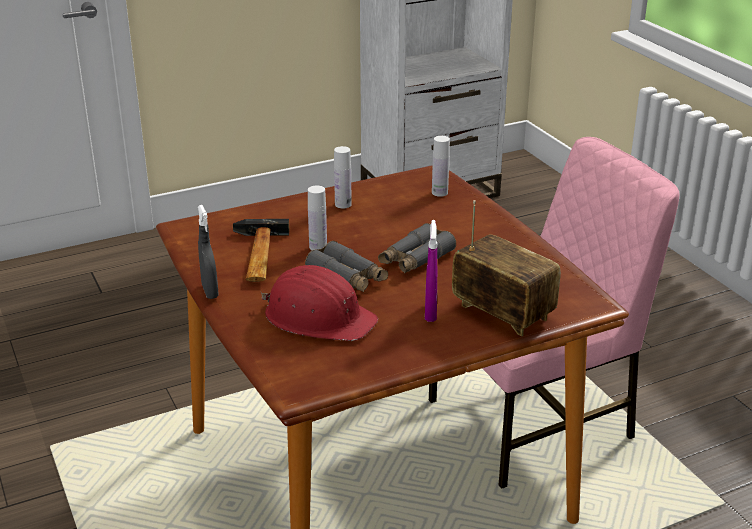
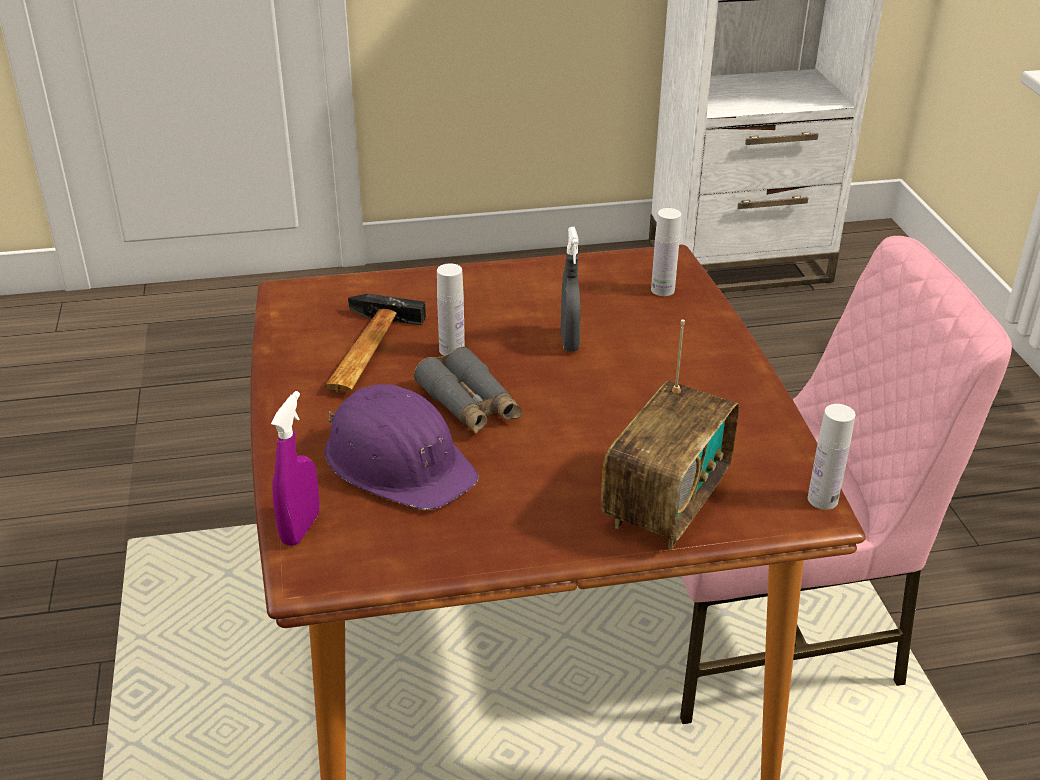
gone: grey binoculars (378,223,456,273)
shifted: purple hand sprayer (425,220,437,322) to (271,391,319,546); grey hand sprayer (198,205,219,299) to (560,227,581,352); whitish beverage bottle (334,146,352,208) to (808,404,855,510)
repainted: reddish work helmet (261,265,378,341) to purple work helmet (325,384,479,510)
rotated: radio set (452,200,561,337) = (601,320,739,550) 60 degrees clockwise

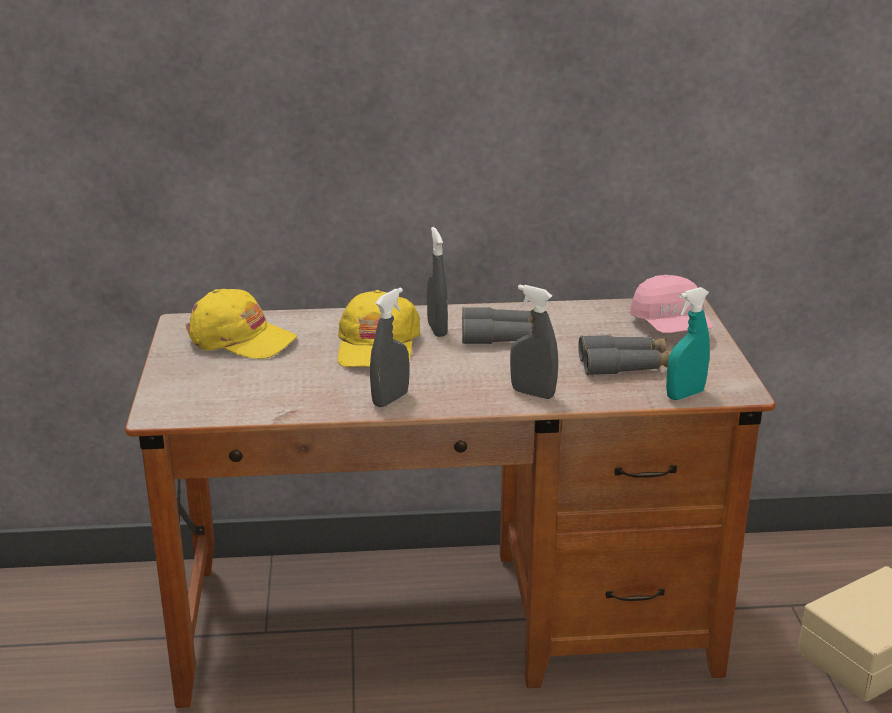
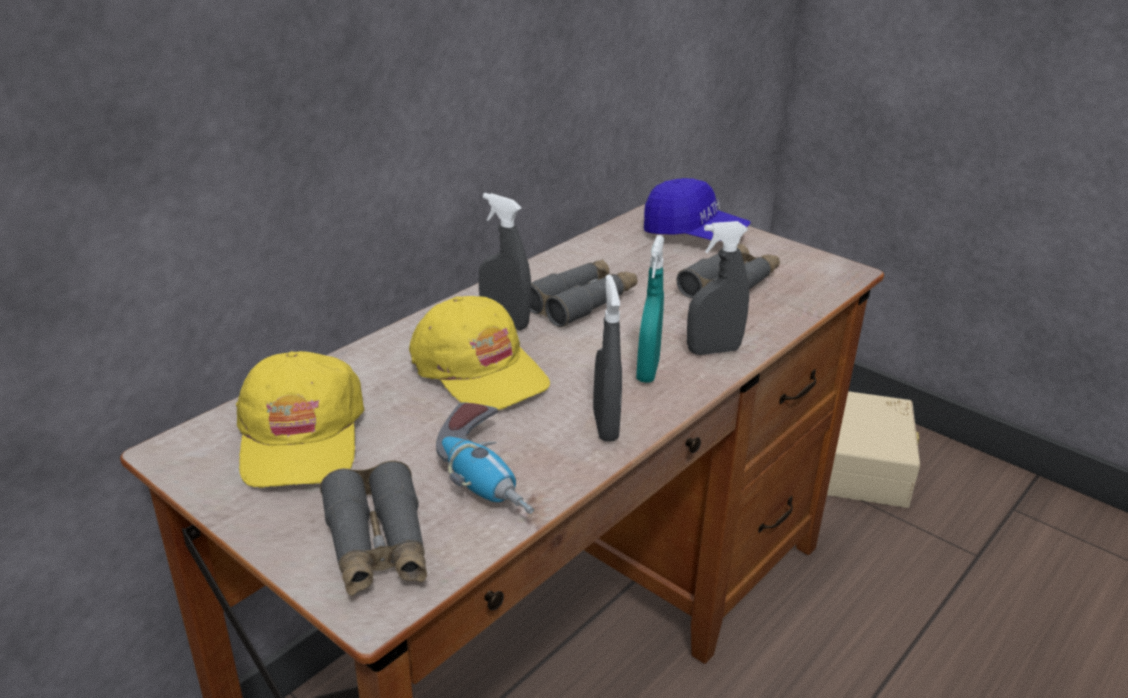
new: grey binoculars (320,461,427,596); power drill (436,402,534,514)
shifted: turquoise hand sprayer (666,287,710,400) to (636,235,664,383)
repainted: pink-coloured cap (630,275,713,333) to bluish cap (644,178,750,241)
rotated: yellowish cap (185,289,297,359) = (236,351,364,488) 105 degrees clockwise

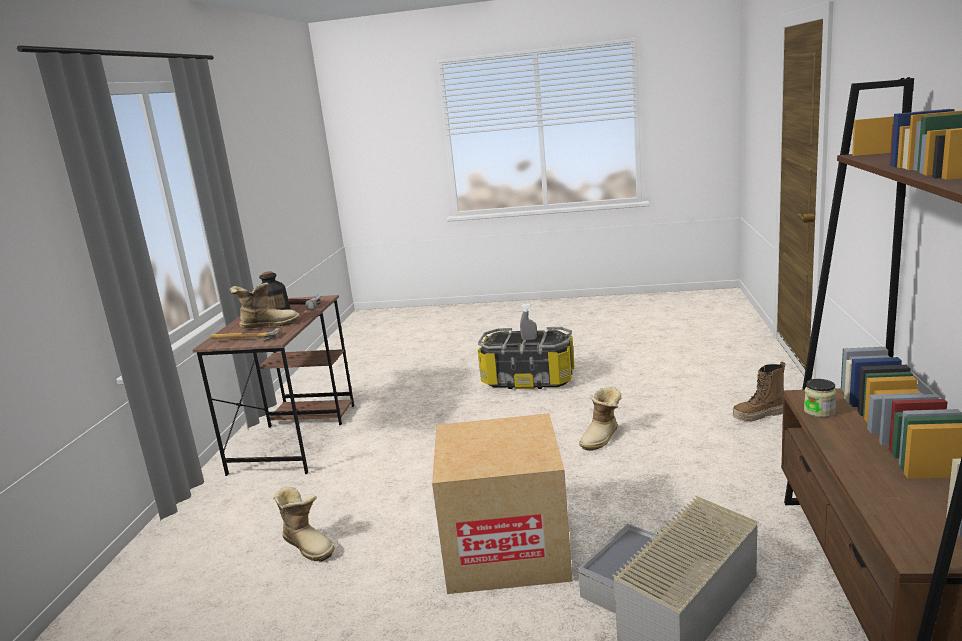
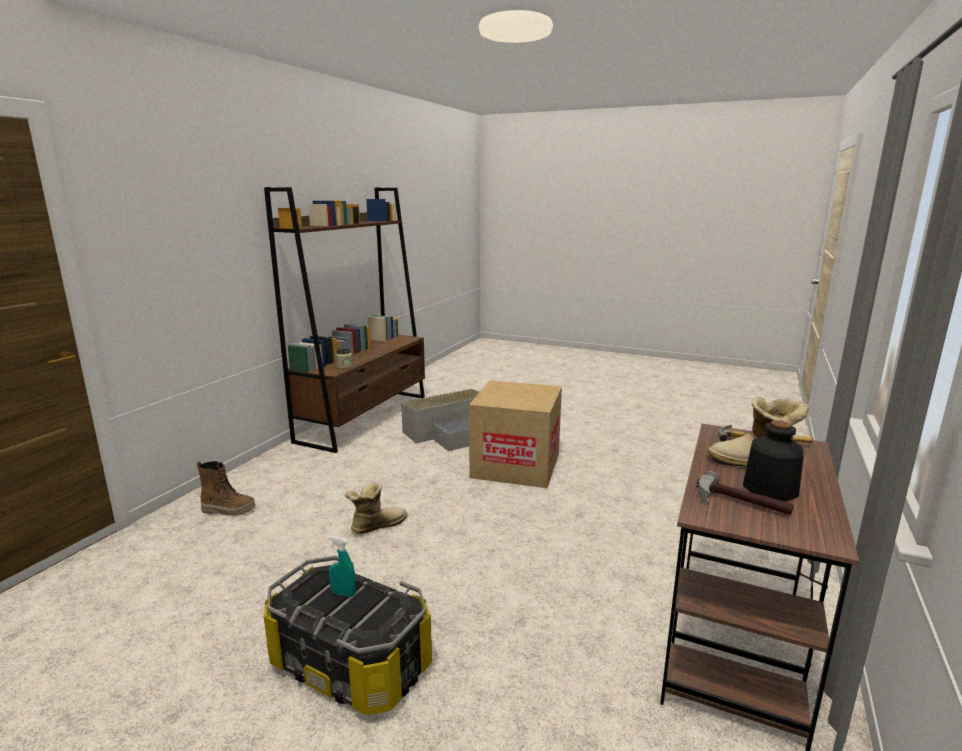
gone: tall boot (273,487,335,562)
repainted: grey hand sprayer (520,303,537,340) to turquoise hand sprayer (329,536,356,597)

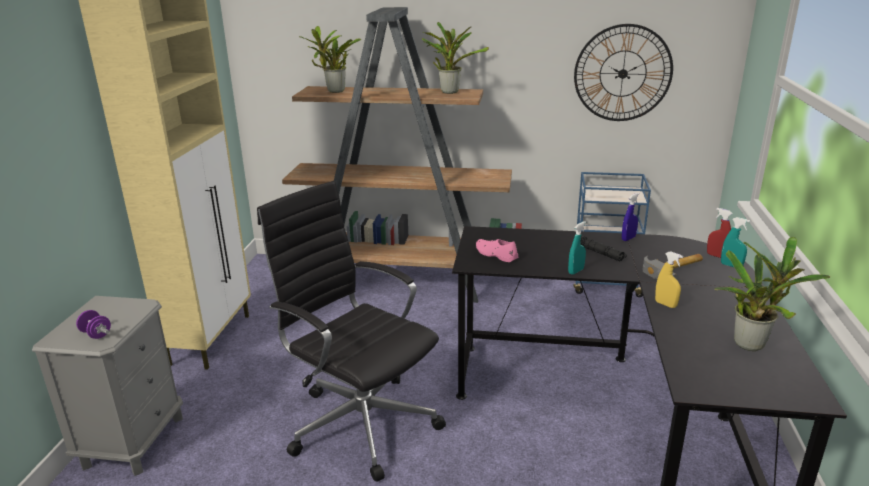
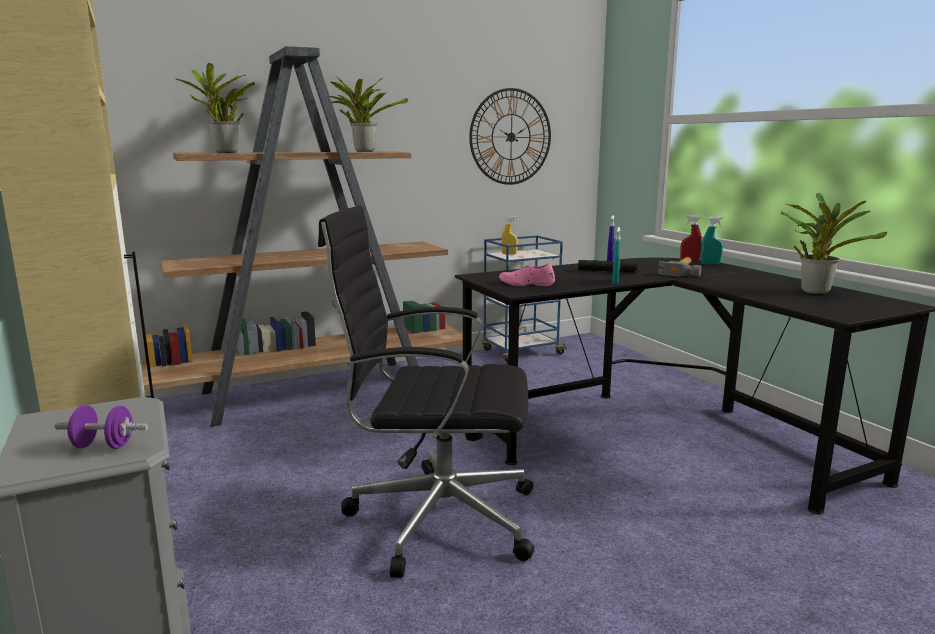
shifted: yellowish hand sprayer (655,251,683,308) to (501,216,518,255)

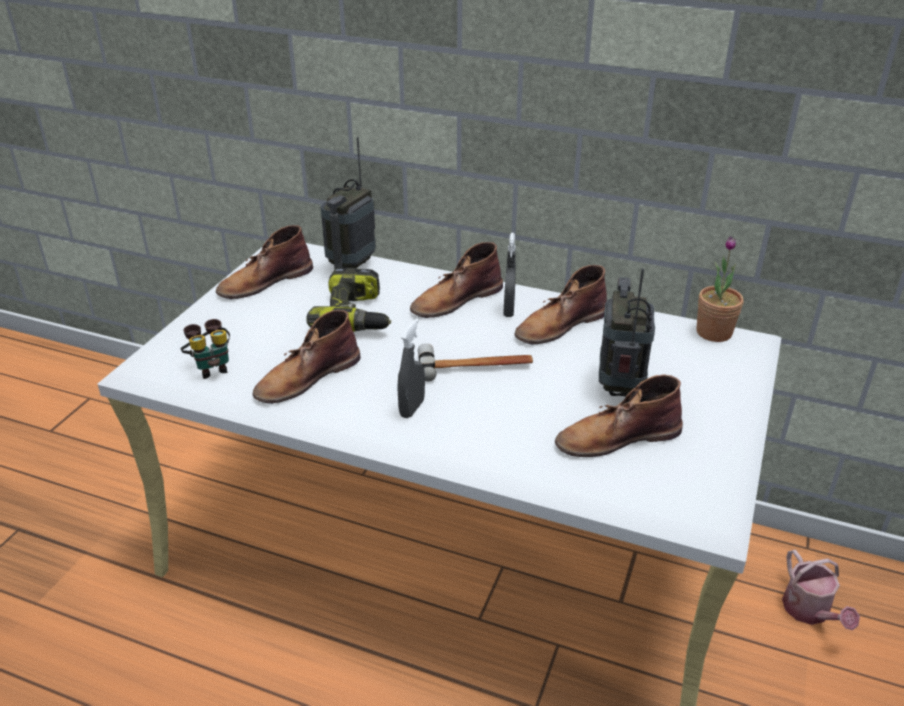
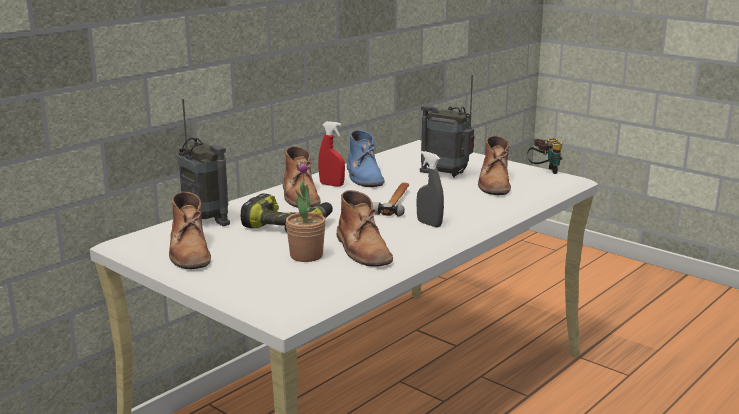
gone: sprinkling can (782,550,860,630)
shifted: houseplant (696,236,744,342) to (286,161,326,262); binoculars (180,319,230,379) to (527,138,563,174)
repainted: grey hand sprayer (503,233,516,317) to reddish hand sprayer (318,121,345,187); brown-coloured tall boot (514,265,607,345) to bluish tall boot (347,130,384,187)

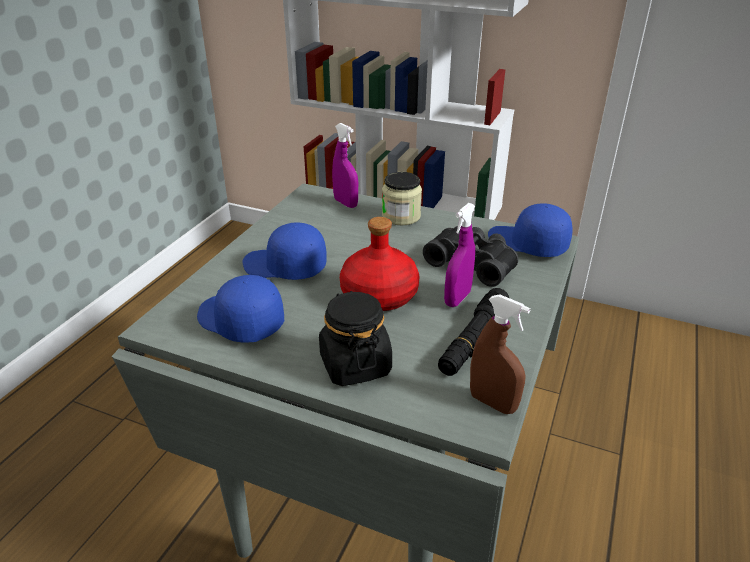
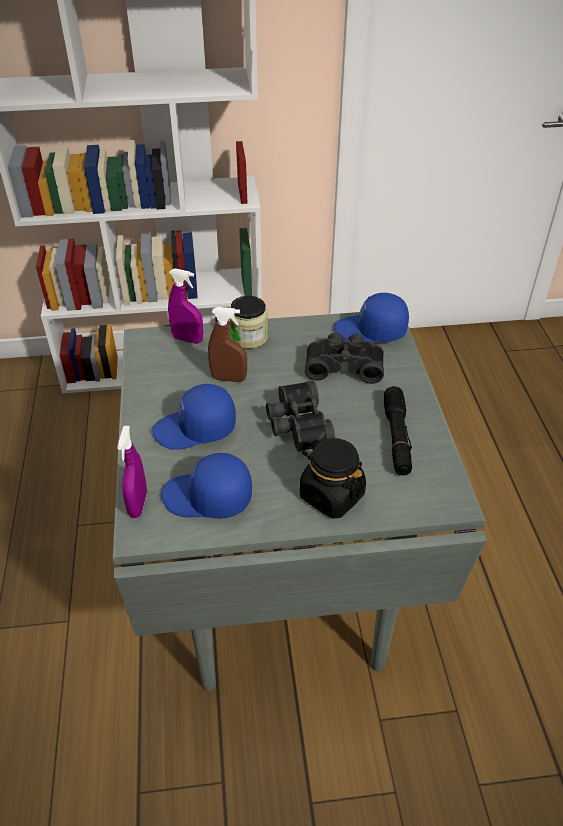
shifted: purple hand sprayer (444,203,475,307) to (117,426,147,518); brown-coloured hand sprayer (470,295,531,414) to (208,307,247,382)
swapped: reddish beverage bottle (340,217,420,311) to black binoculars (266,381,335,452)

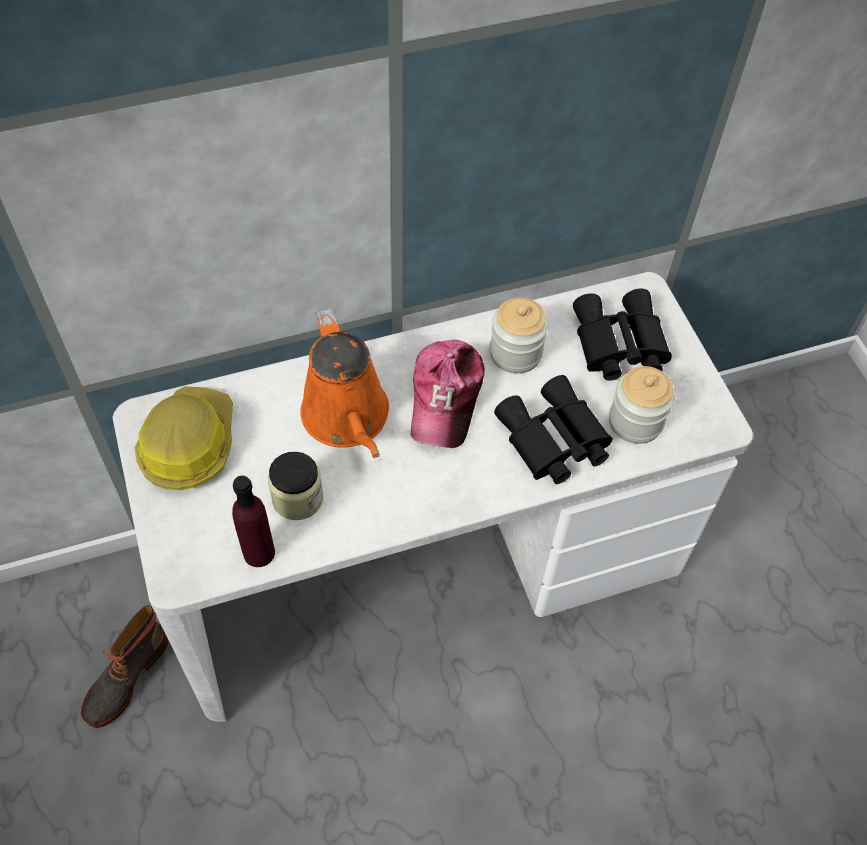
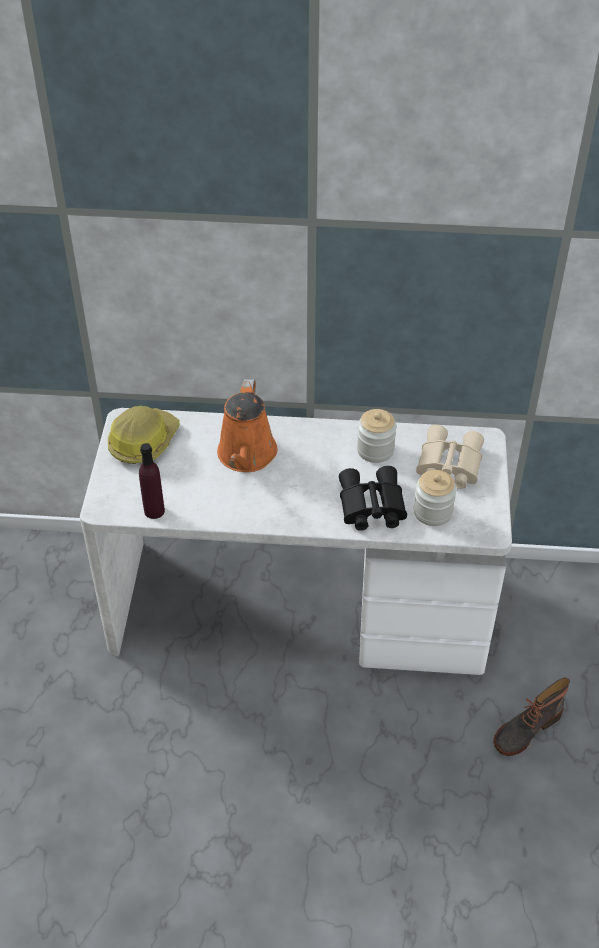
gone: preserve jar (268,452,323,520); cap (411,340,485,448)
shifted: tall boot (81,605,168,728) to (493,677,570,756)
repainted: black binoculars (573,289,672,381) to beige binoculars (416,425,484,489)

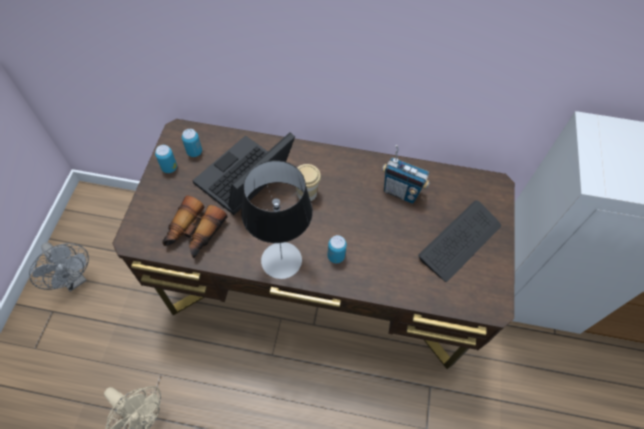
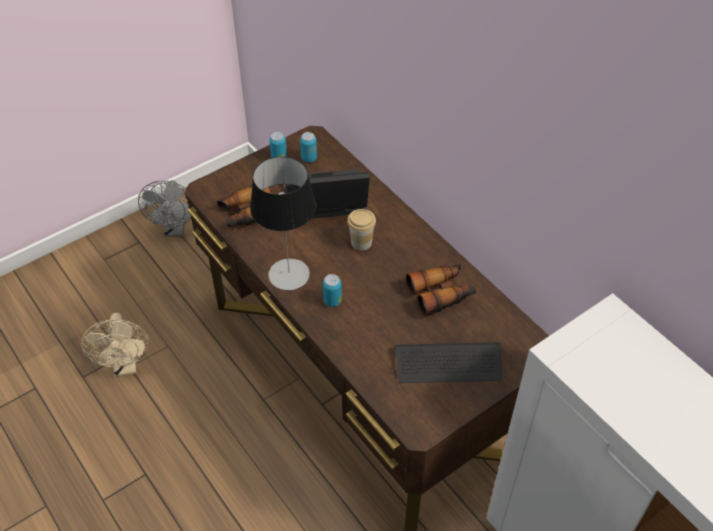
swapped: radio set (382,145,430,204) to binoculars (406,264,476,317)

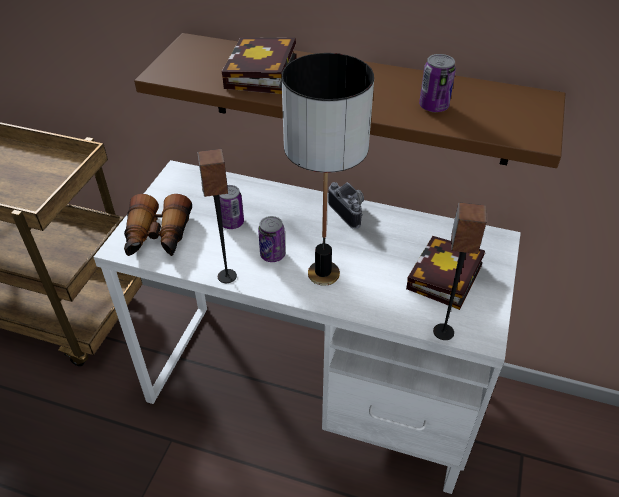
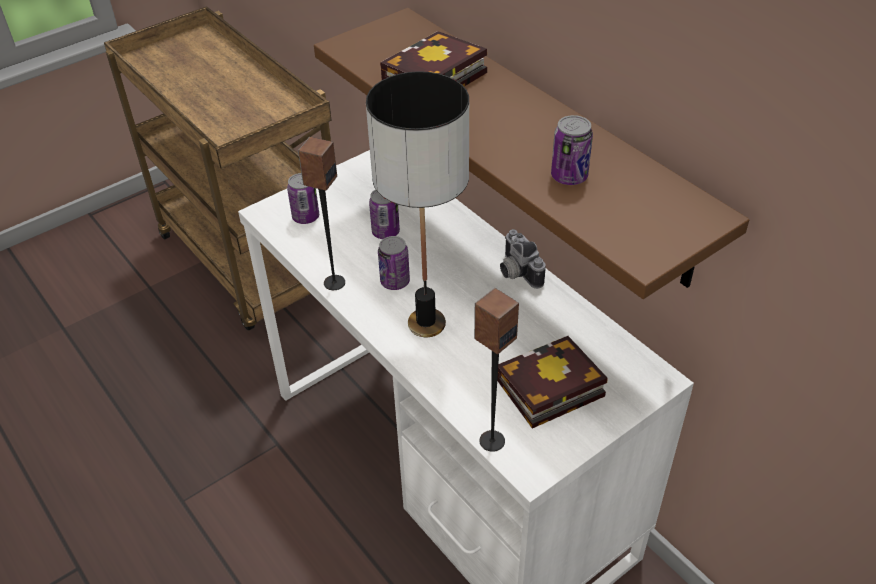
swapped: binoculars (124,194,192,256) to can (287,173,319,224)
rotated: photo camera (328,182,364,229) = (500,229,546,289) 150 degrees clockwise

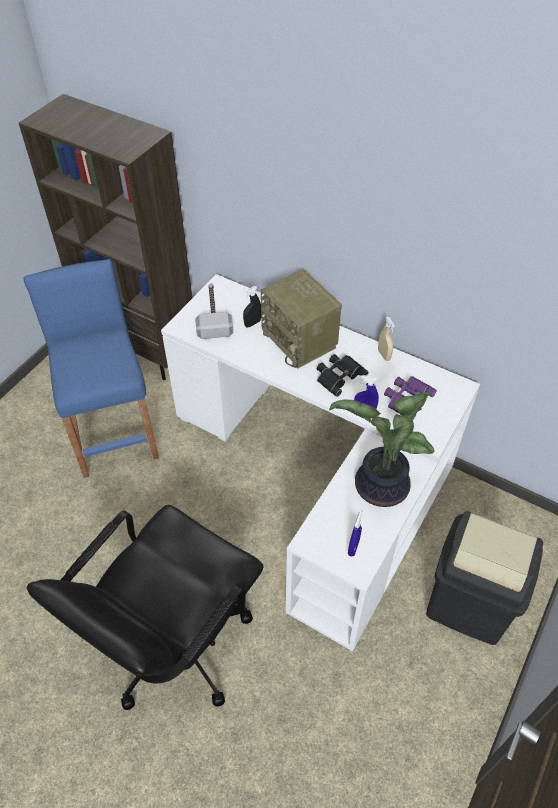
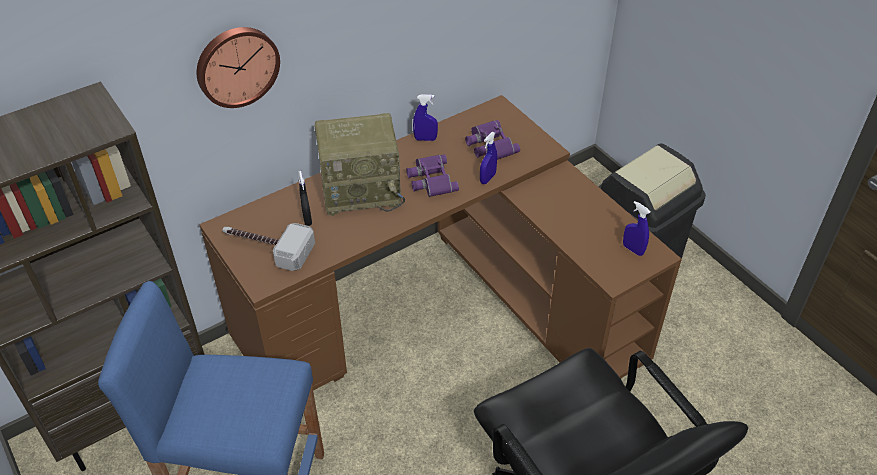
gone: houseplant (329,391,435,507)
new: clock on the wall (197,27,280,108)
repainted: whitish desk table (161,274,480,651) to brown-coloured desk table (199,95,682,391); black binoculars (317,354,368,397) to purple binoculars (406,154,459,197); beige hand sprayer (378,317,395,361) to bluish hand sprayer (413,94,438,141)

